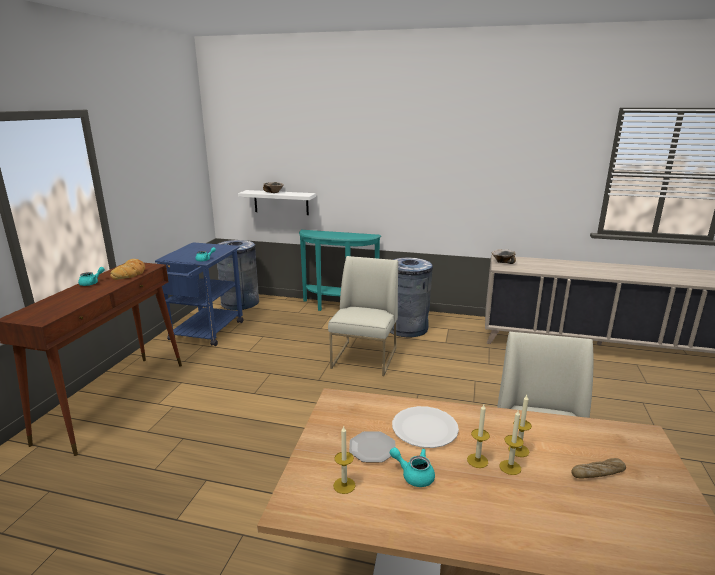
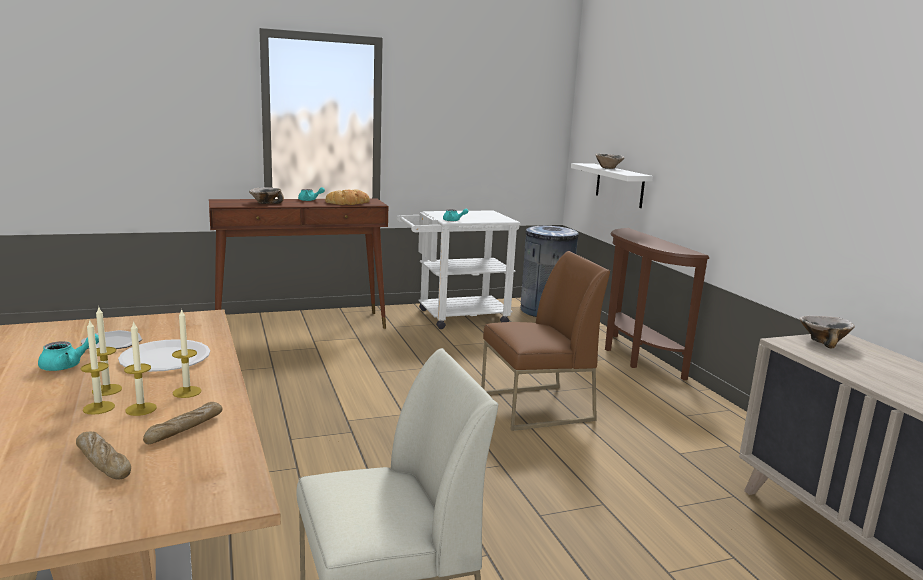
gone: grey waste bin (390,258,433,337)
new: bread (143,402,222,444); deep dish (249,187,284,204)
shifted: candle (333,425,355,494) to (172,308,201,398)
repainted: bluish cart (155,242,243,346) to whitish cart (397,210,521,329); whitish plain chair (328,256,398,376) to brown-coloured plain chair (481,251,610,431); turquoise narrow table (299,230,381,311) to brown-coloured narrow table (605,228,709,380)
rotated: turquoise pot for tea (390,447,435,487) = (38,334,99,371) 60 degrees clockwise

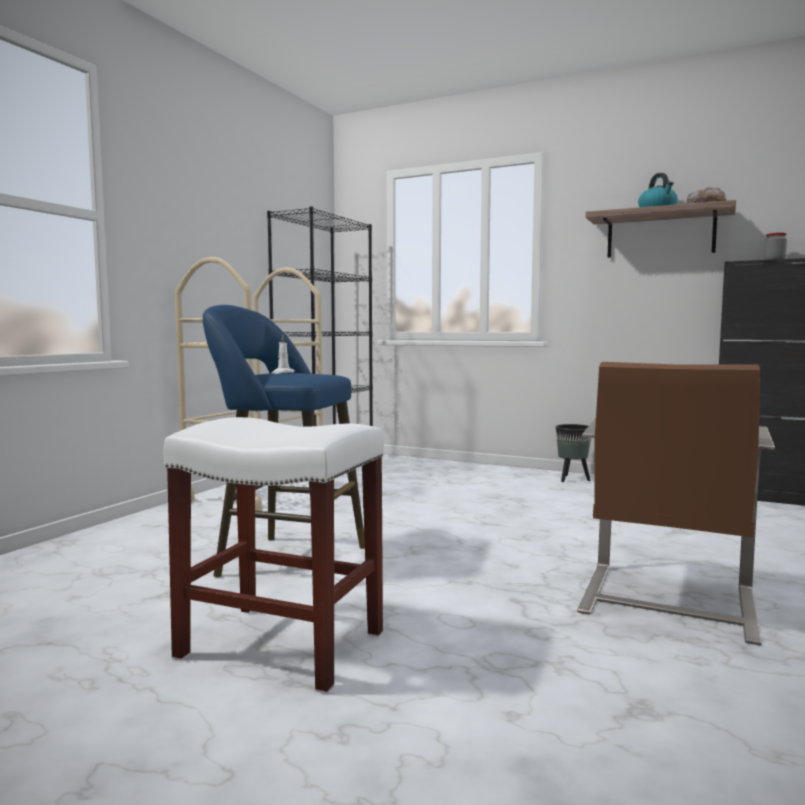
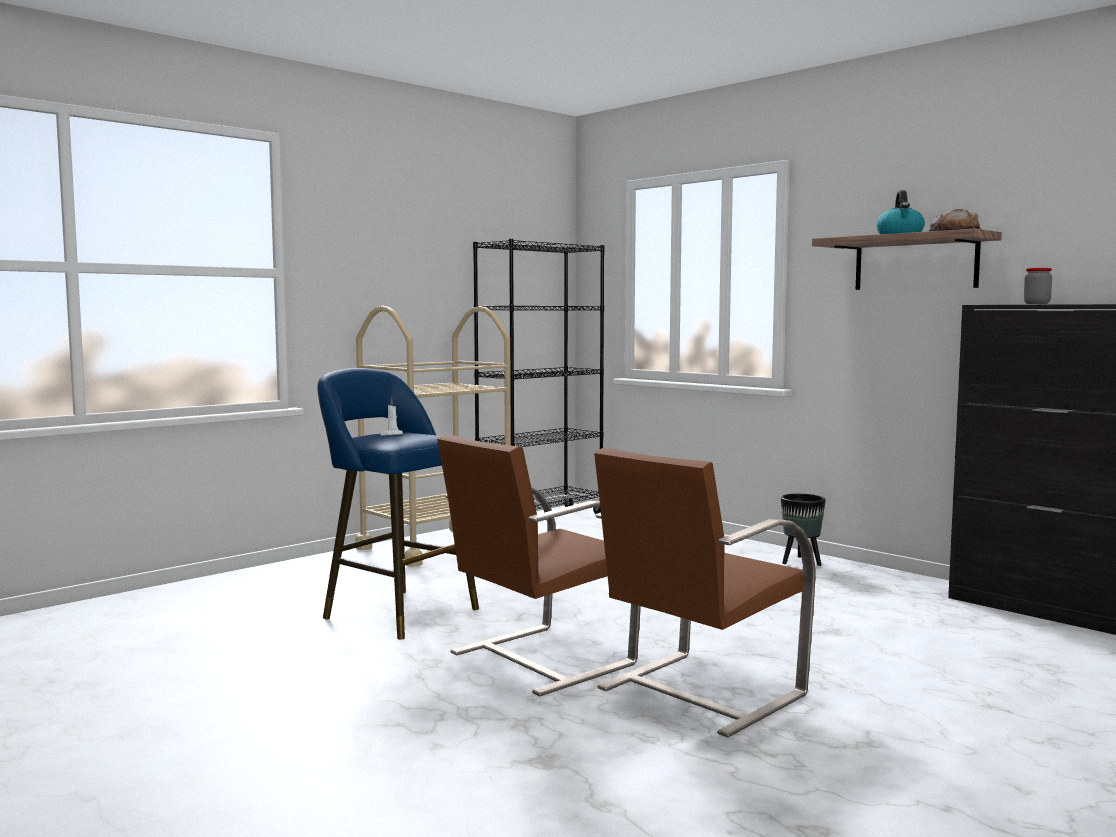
gone: whitish stool seat (164,417,384,694)
new: brown-coloured plain chair (437,434,641,696)

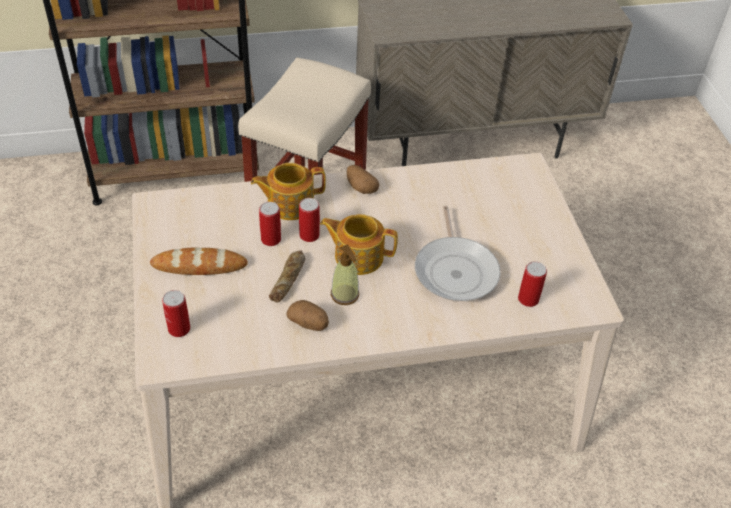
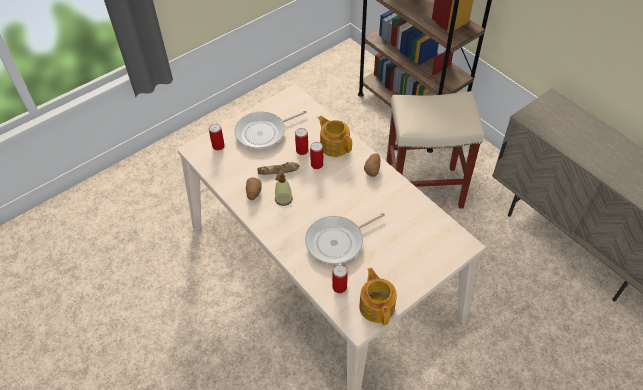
shifted: pot for tea (320,214,398,275) to (359,268,397,325)
swapped: bread (150,247,248,275) to skillet (235,110,307,149)

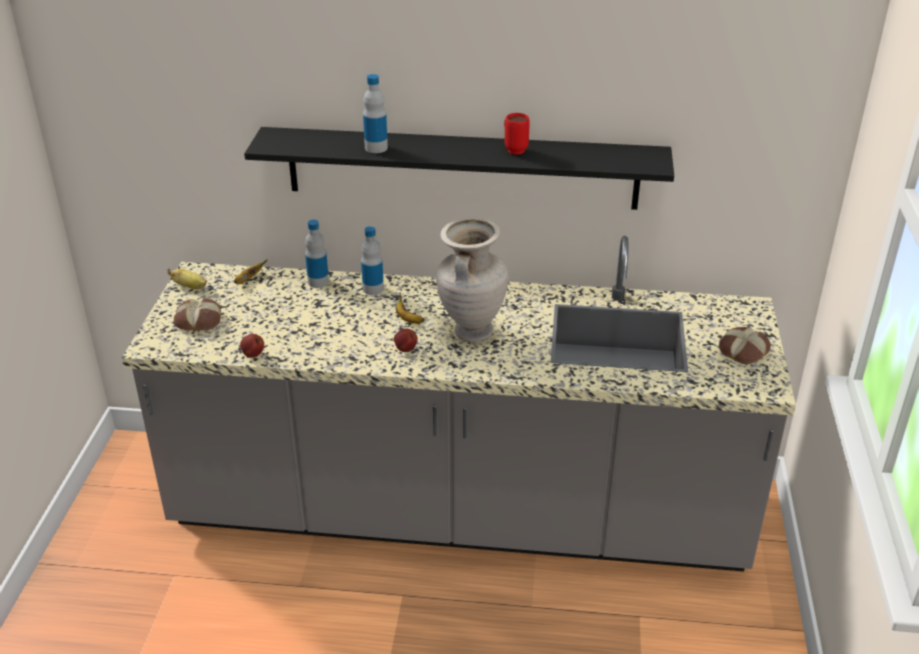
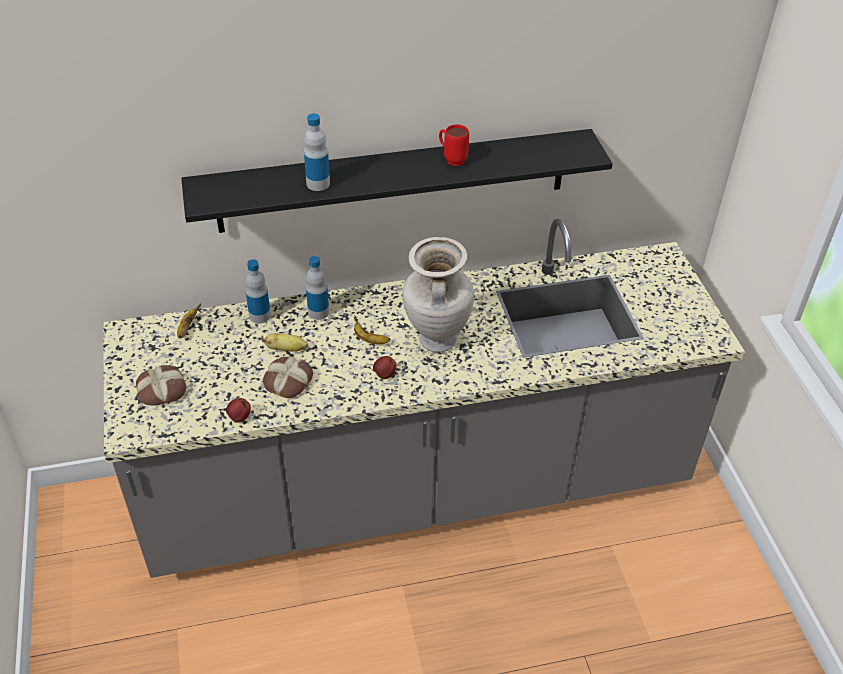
shifted: banana (167,268,206,289) to (261,333,308,352); bread (719,327,771,364) to (263,356,313,398)

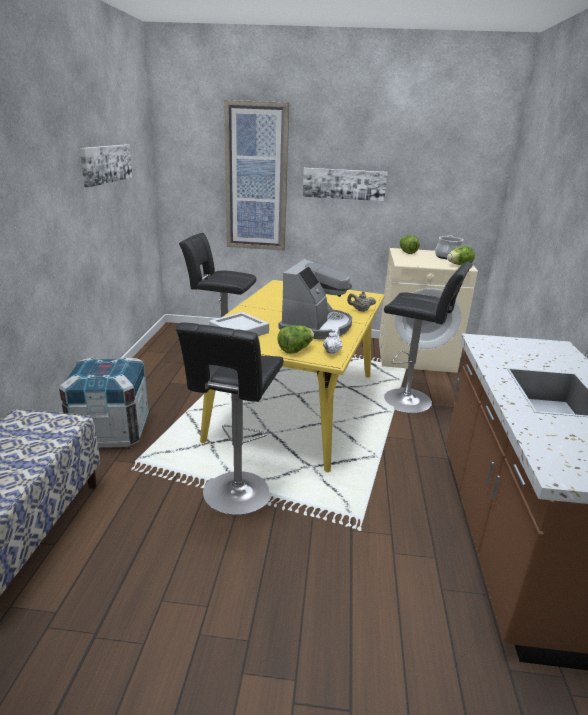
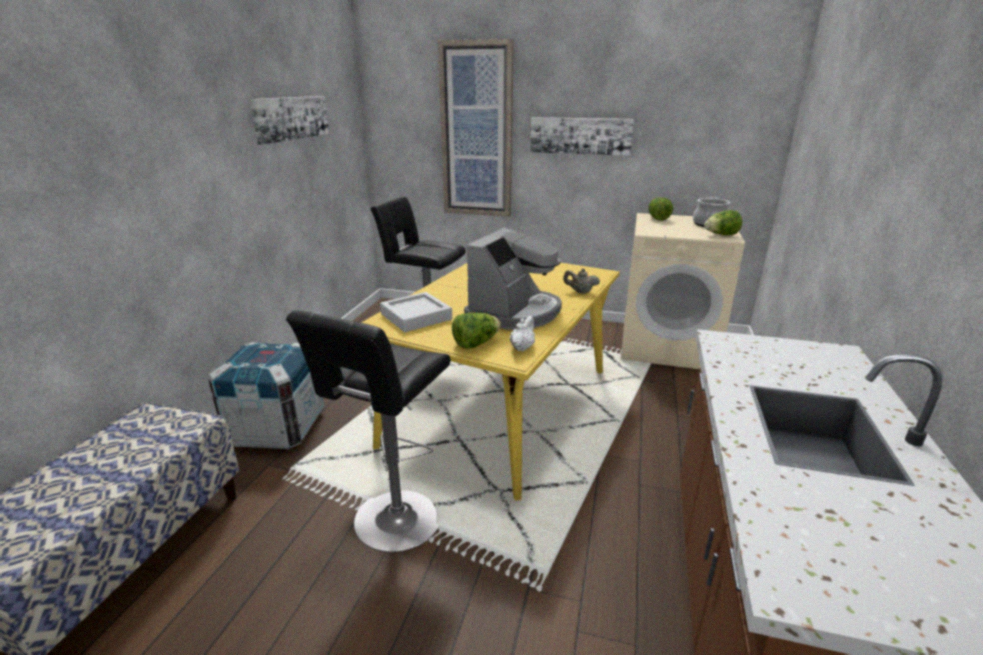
gone: black stool seat (384,262,473,413)

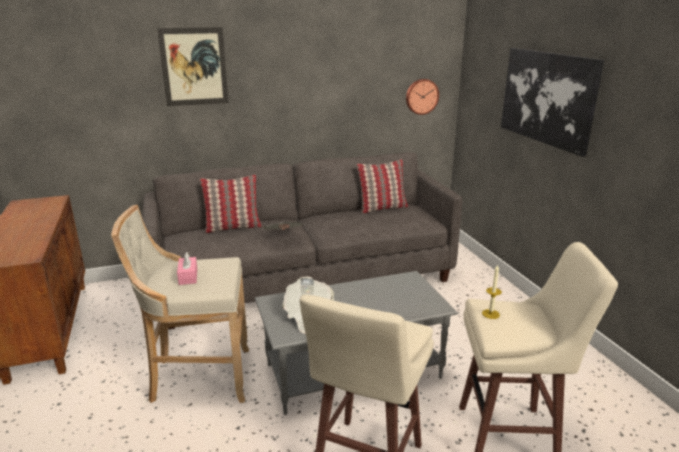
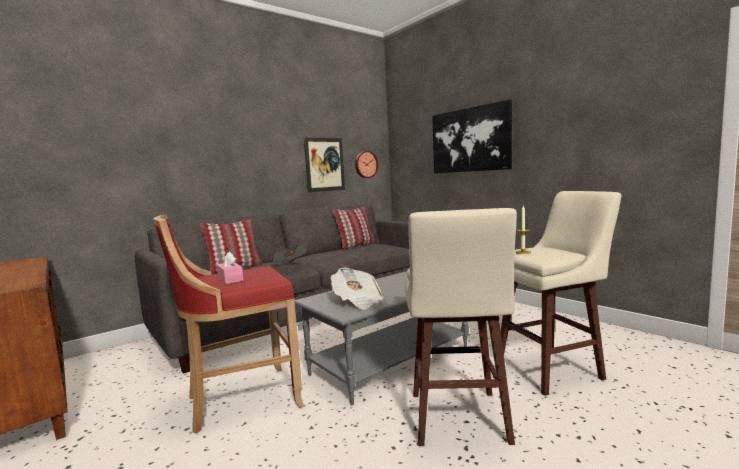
shifted: wall picture (157,27,229,106) to (304,137,345,192)
repainted: beige stool seat (111,205,249,403) to reddish stool seat (153,214,304,434)

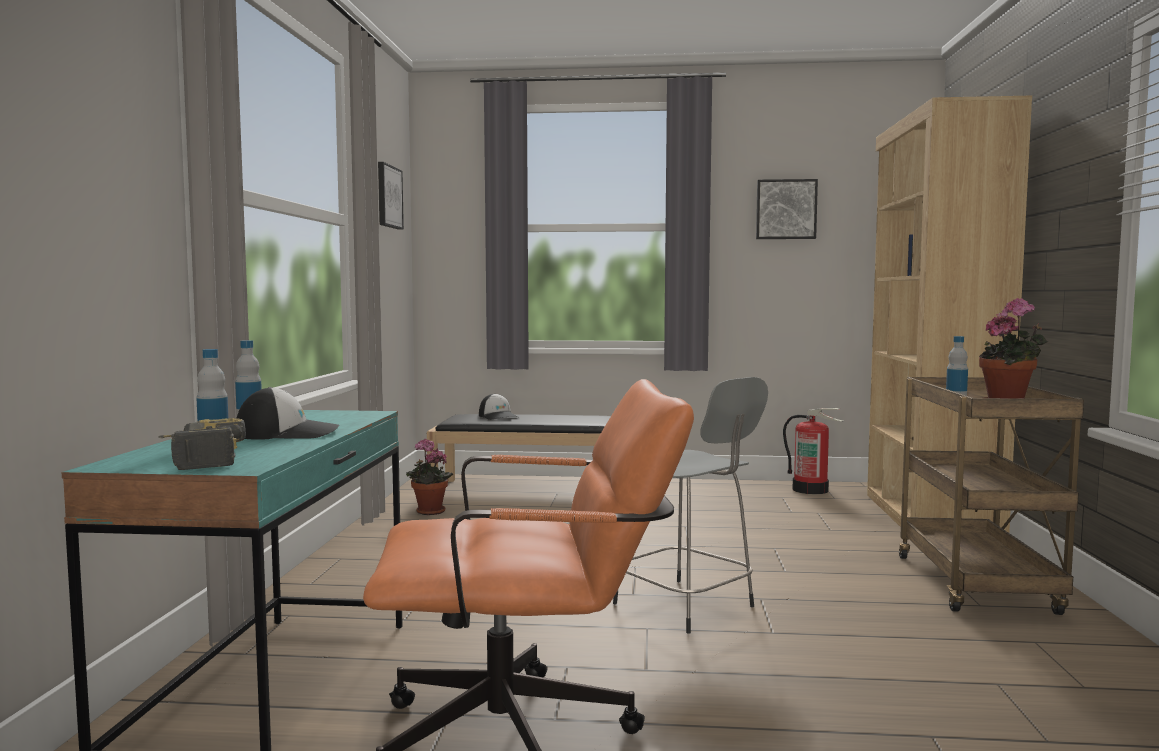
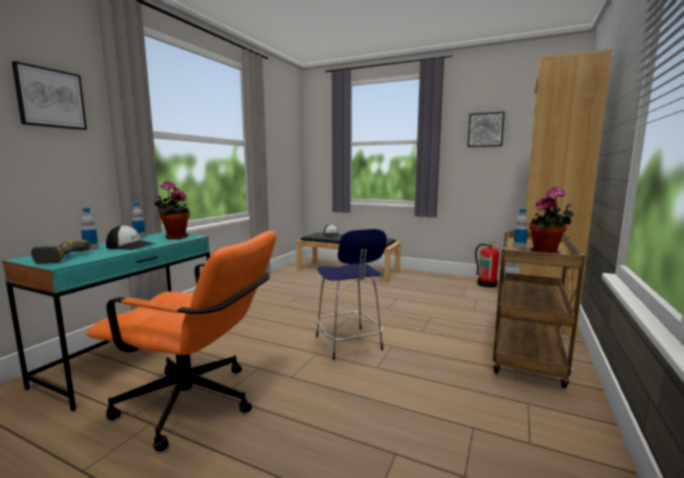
shifted: wall picture (378,162,404,230) to (12,61,87,130); houseplant (406,438,453,515) to (154,181,190,239)
repainted: grey stool seat (613,377,768,633) to bluish stool seat (316,229,387,360)

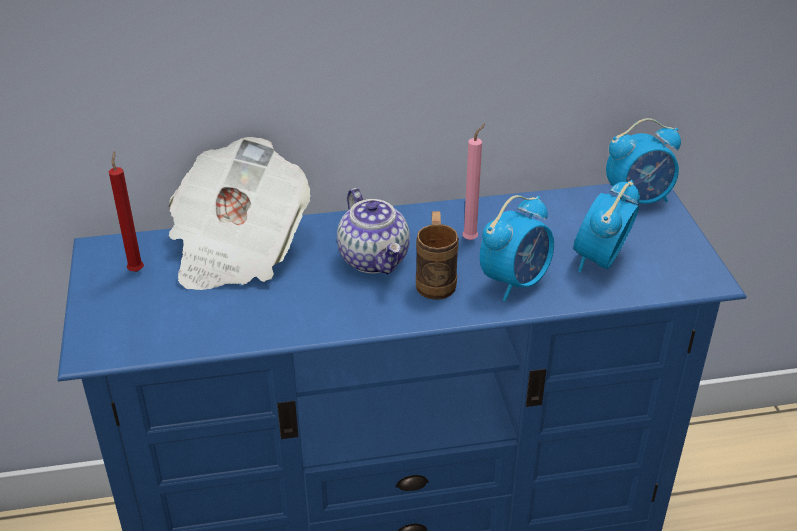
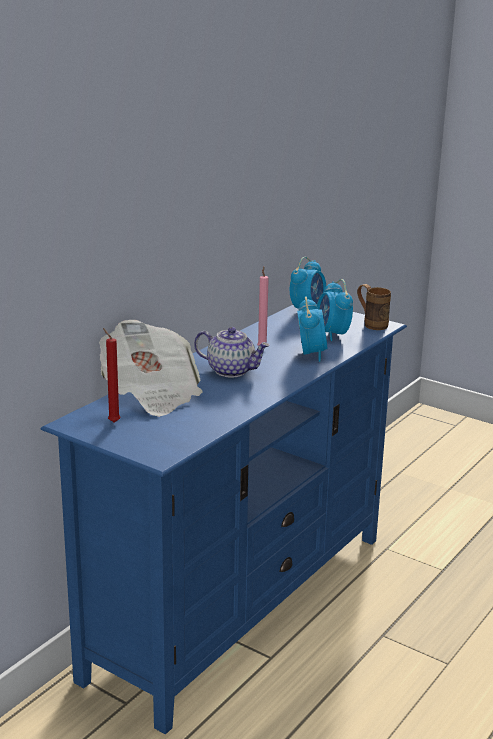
shifted: brown-coloured coffee mug (416,211,459,300) to (357,284,391,330)

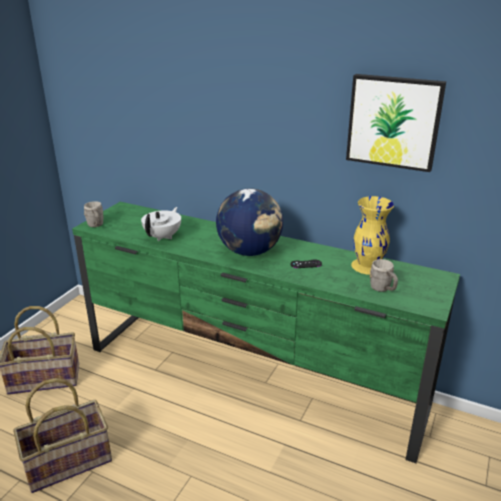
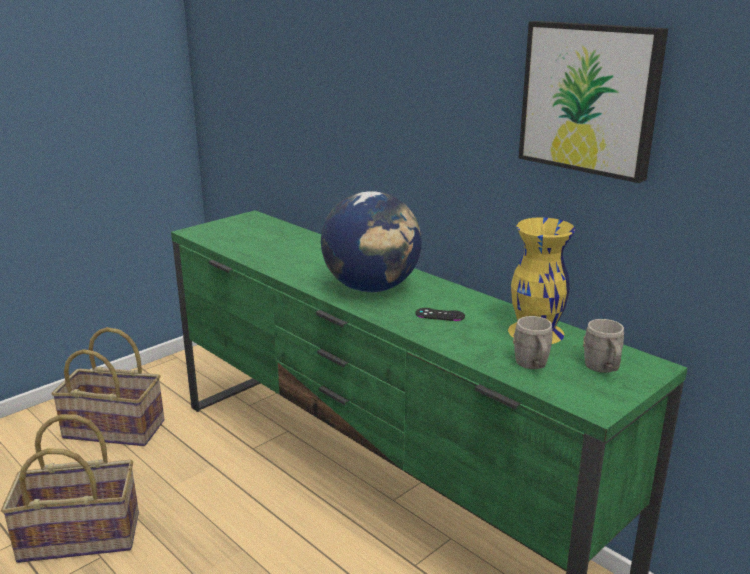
gone: whitish pot for tea (141,207,181,241)
shifted: grey coffee mug (84,201,103,227) to (583,319,624,373)

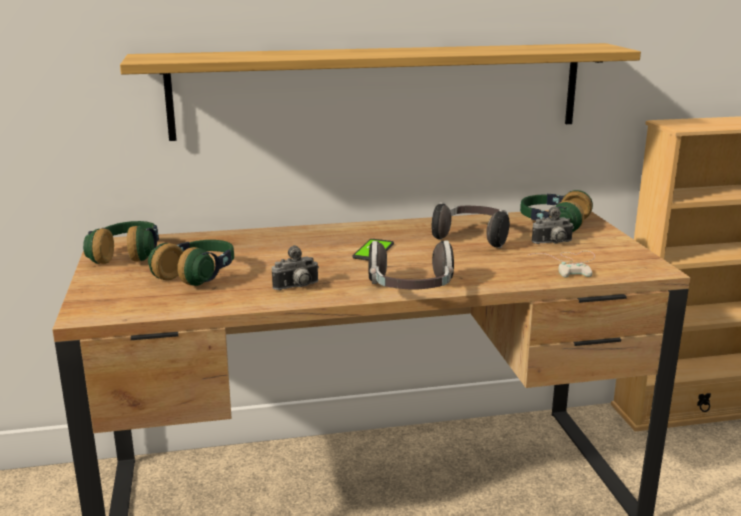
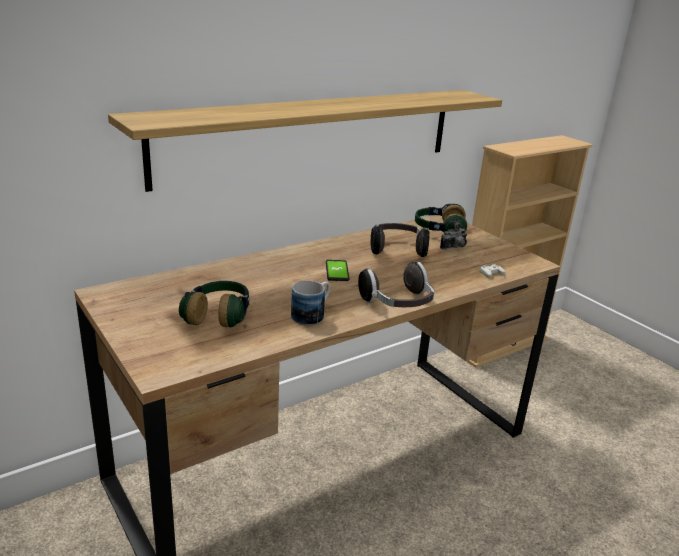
gone: headset (83,221,159,264)
swapped: photo camera (272,245,319,290) to coffee mug (291,280,330,326)

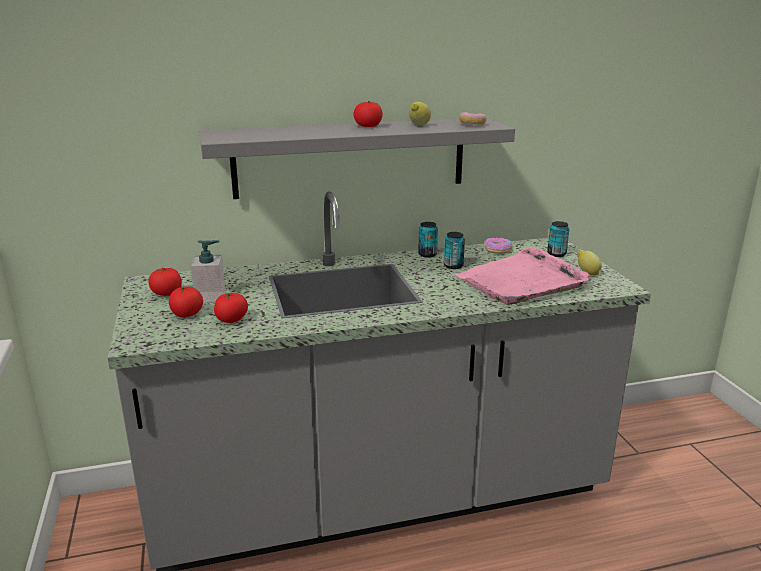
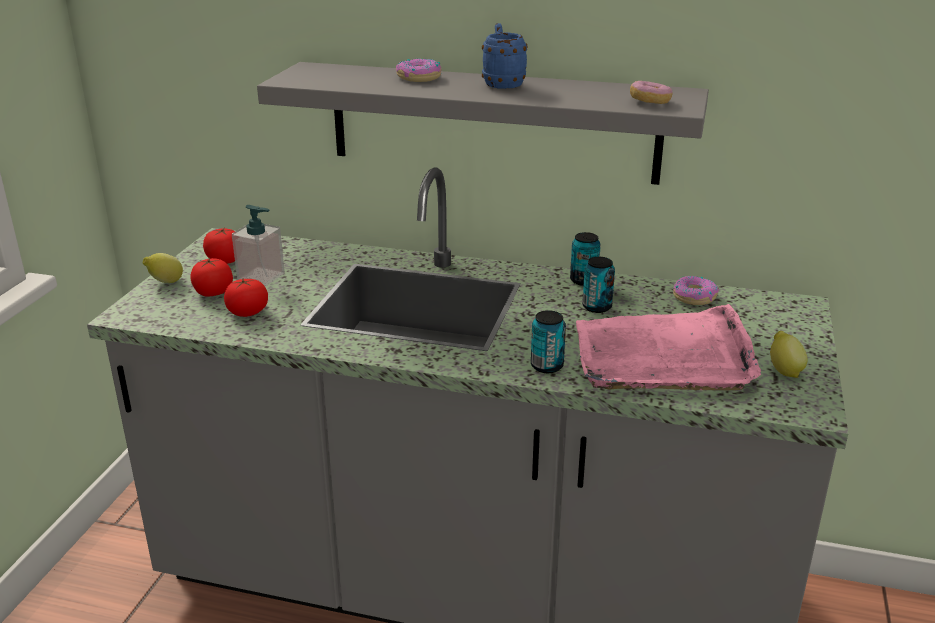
new: doughnut (396,59,442,82)
shifted: citrus fruit (409,102,431,125) to (143,253,183,283); can (547,221,569,257) to (531,310,566,373)
swapped: fresh tomato (354,101,383,127) to bluish coffee mug (482,23,528,89)

